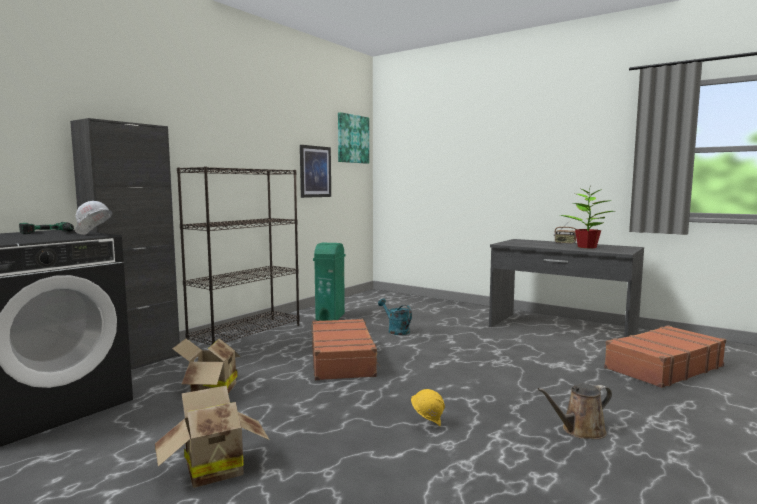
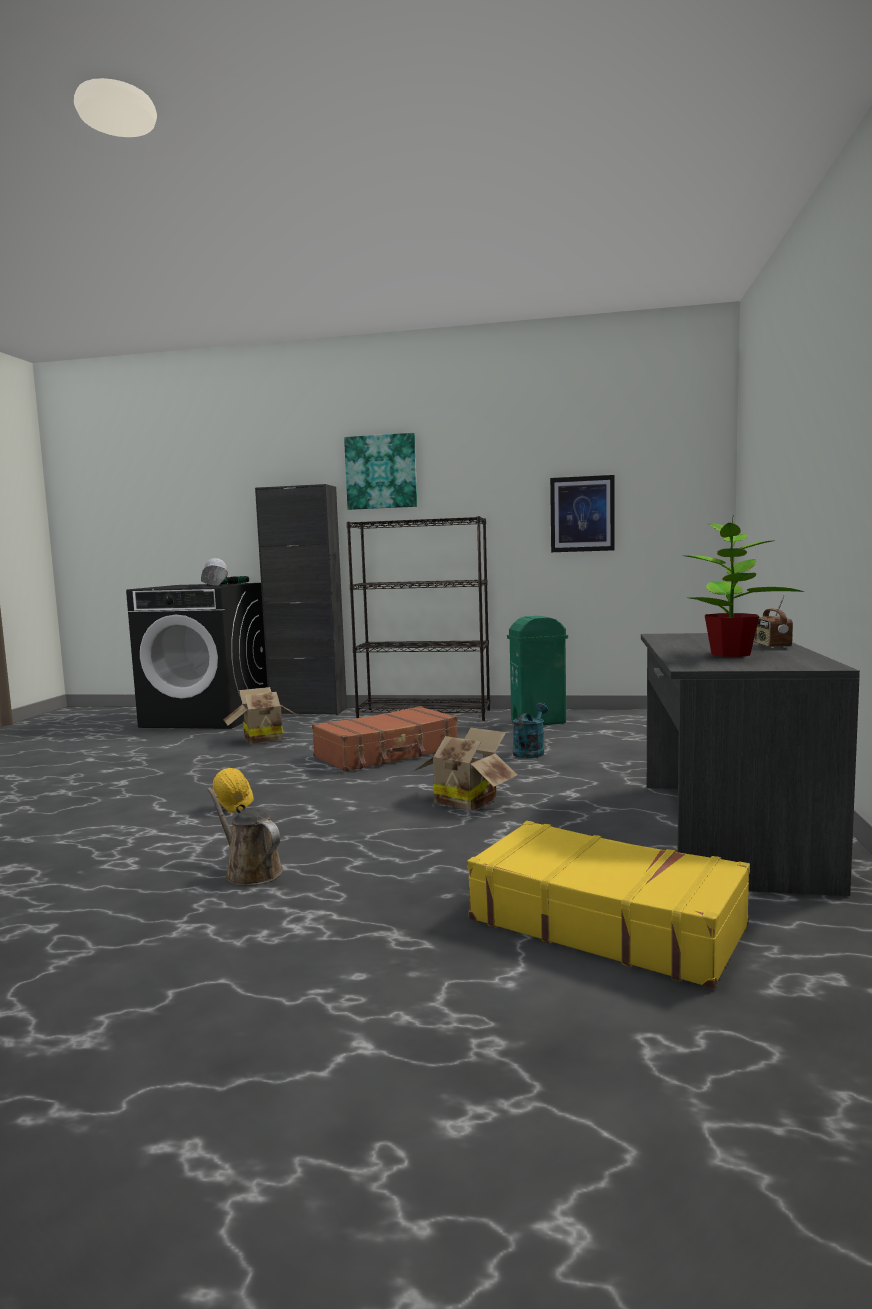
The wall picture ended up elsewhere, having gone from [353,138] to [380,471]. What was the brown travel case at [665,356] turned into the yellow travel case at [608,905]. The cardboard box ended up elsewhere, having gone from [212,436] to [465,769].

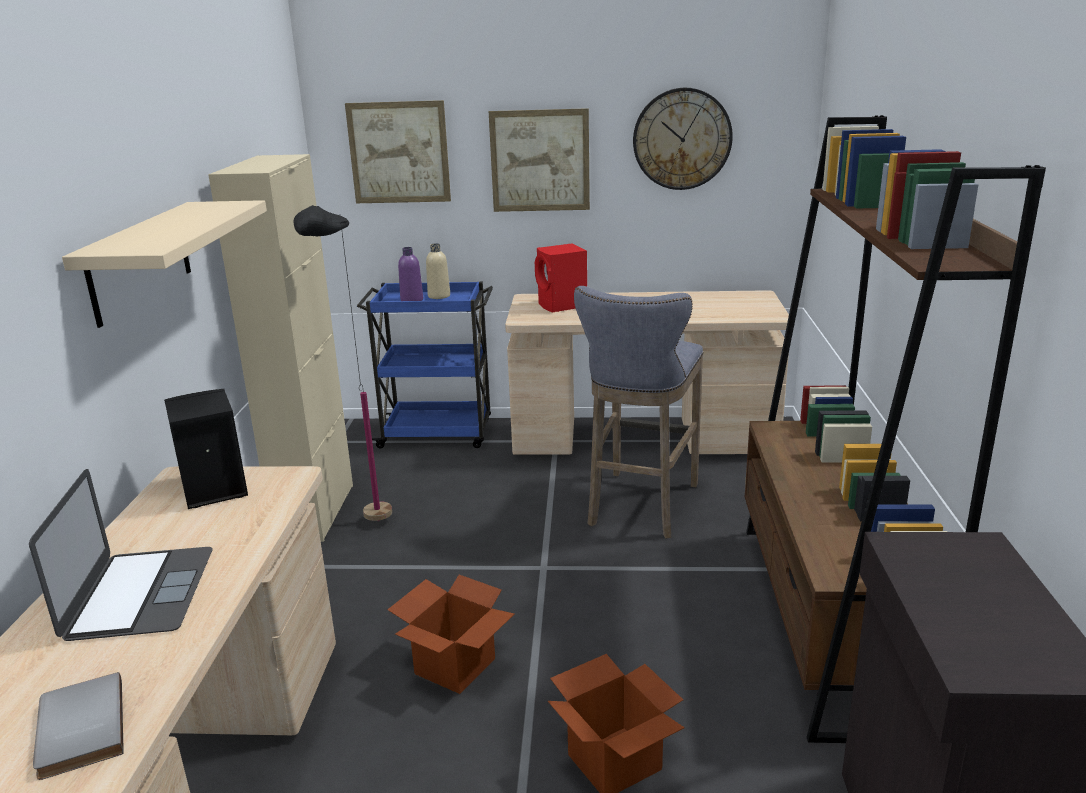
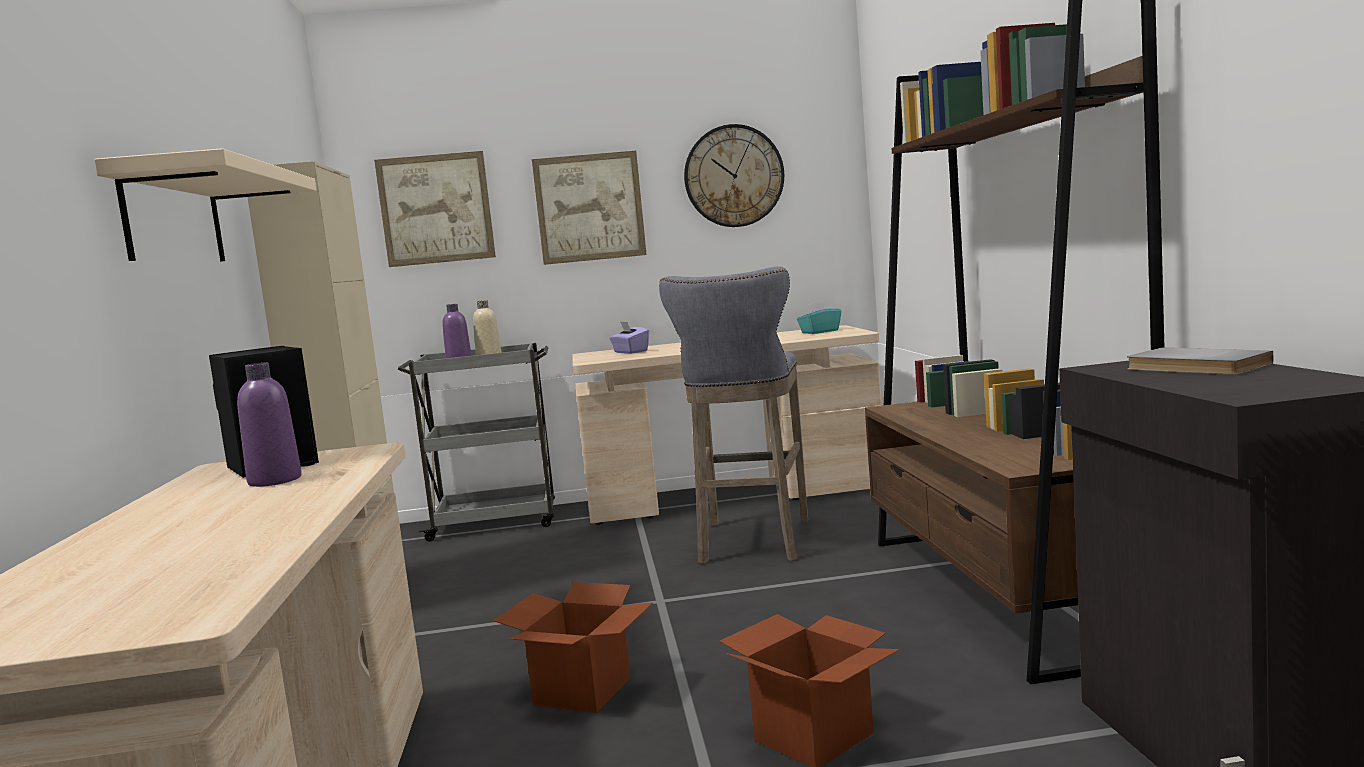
The second view lost the black standard lamp at [342,363]. Where the red speaker stood at [561,278], the purple tissue holder came to stand at [629,337]. What was the blue cart at [425,365] turned into the greyish cart at [476,442]. The second view lost the portable computer at [121,555]. The greyish book ended up elsewhere, having gone from [78,726] to [1200,361]. The second view gained the turquoise tissue holder at [819,317]. The second view gained the purple bottle at [269,424].

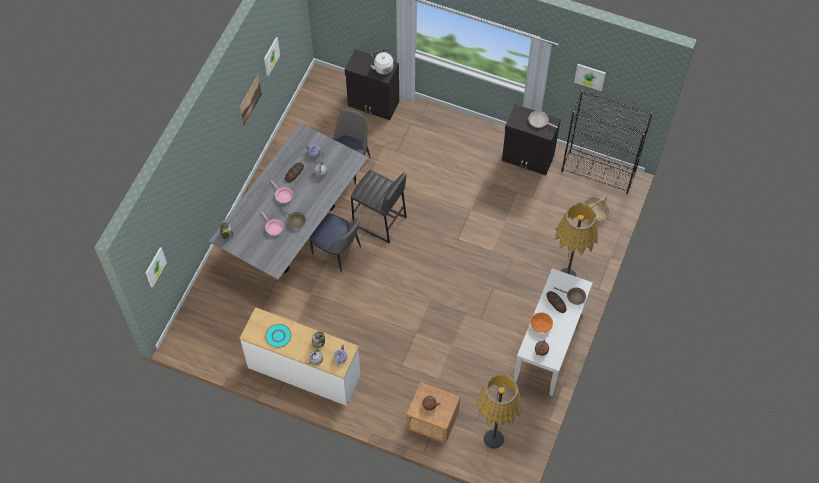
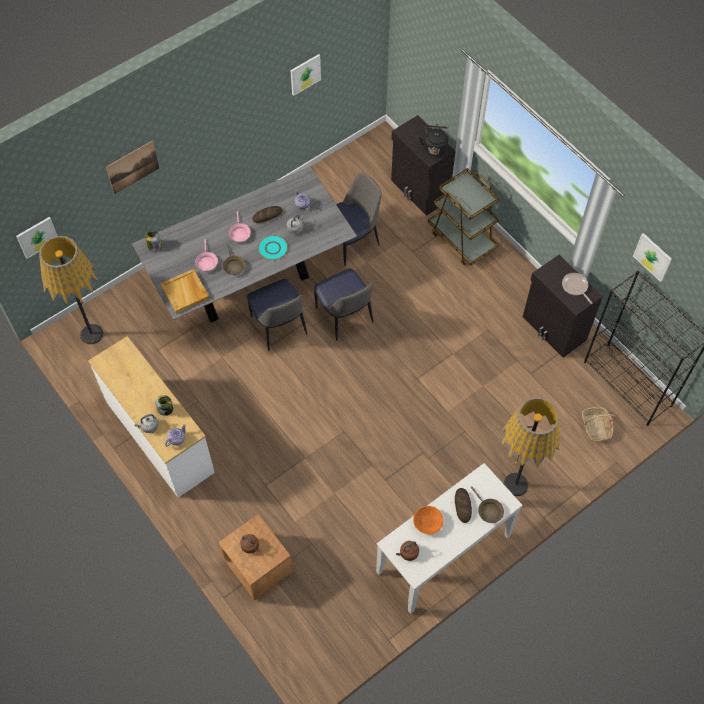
What was the white tea kettle at [382,61] turned into the black tea kettle at [434,140]. The wall picture ended up elsewhere, having gone from [251,100] to [132,167]. Where the greyish stool seat stood at [379,206], the upright chair came to stand at [343,304]. The turquoise plate ended up elsewhere, having gone from [278,336] to [273,247]. The standard lamp ended up elsewhere, having gone from [499,411] to [71,290]. The second view gained the brown cart at [463,216]. The second view gained the sand-coloured carrying tray at [185,291].

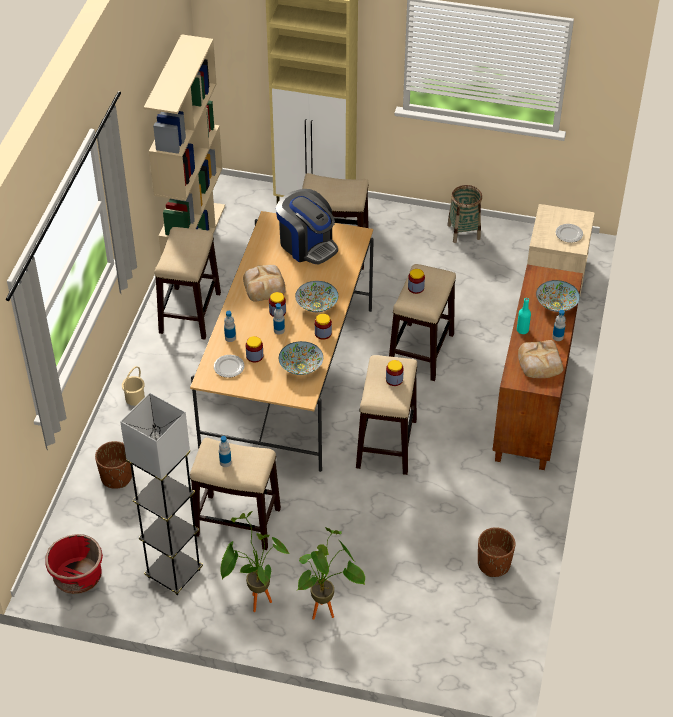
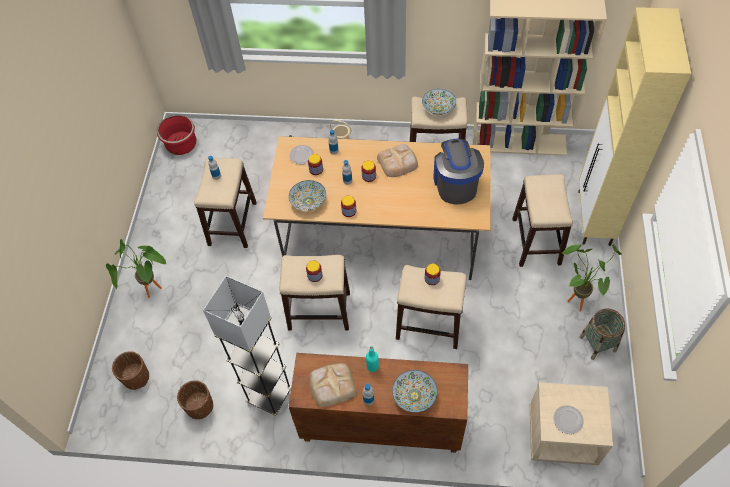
The coffee machine at [307,227] ended up facing another way, 135 degrees clockwise from before. The deep dish ended up elsewhere, having gone from [316,296] to [439,102]. The greyish standard lamp ended up elsewhere, having gone from [161,494] to [247,346]. The brown planter ended up elsewhere, having gone from [113,465] to [130,370]. The plant in a pot ended up elsewhere, having gone from [255,561] to [591,277].

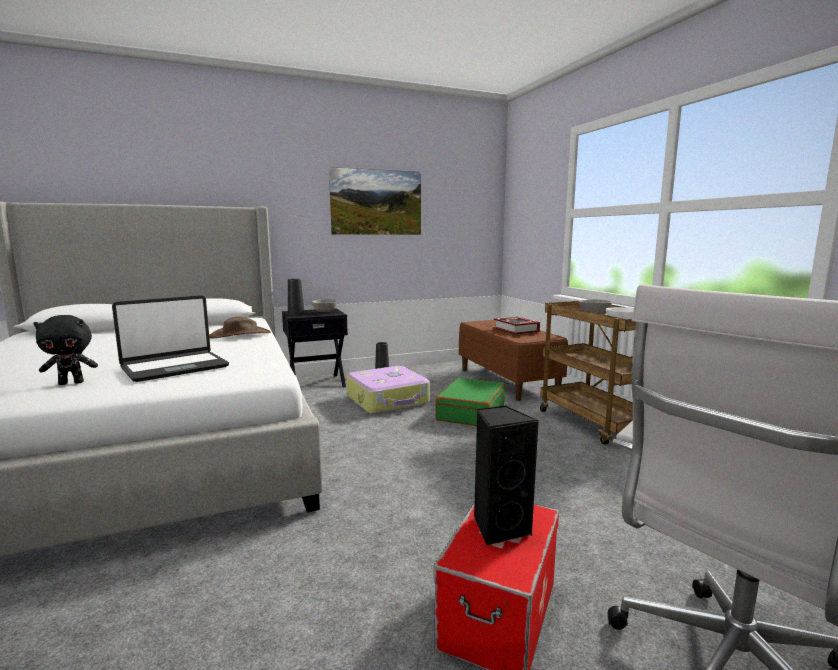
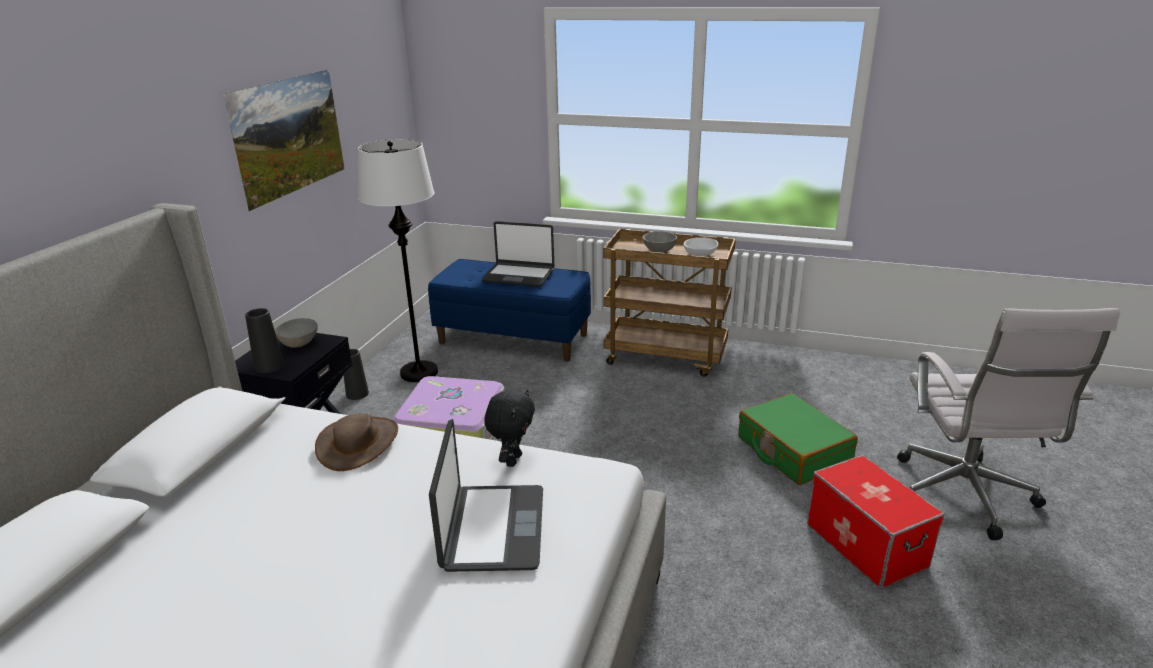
The black soft toy ended up elsewhere, having gone from [65,350] to [509,428]. Where the book stood at [516,326], the portable computer came to stand at [518,254]. What was the brown long seat at [513,360] turned into the blue long seat at [509,310]. The greenish travel case ended up elsewhere, having gone from [470,402] to [798,439]. The second view lost the black speaker at [506,475]. The second view gained the white standard lamp at [398,260].

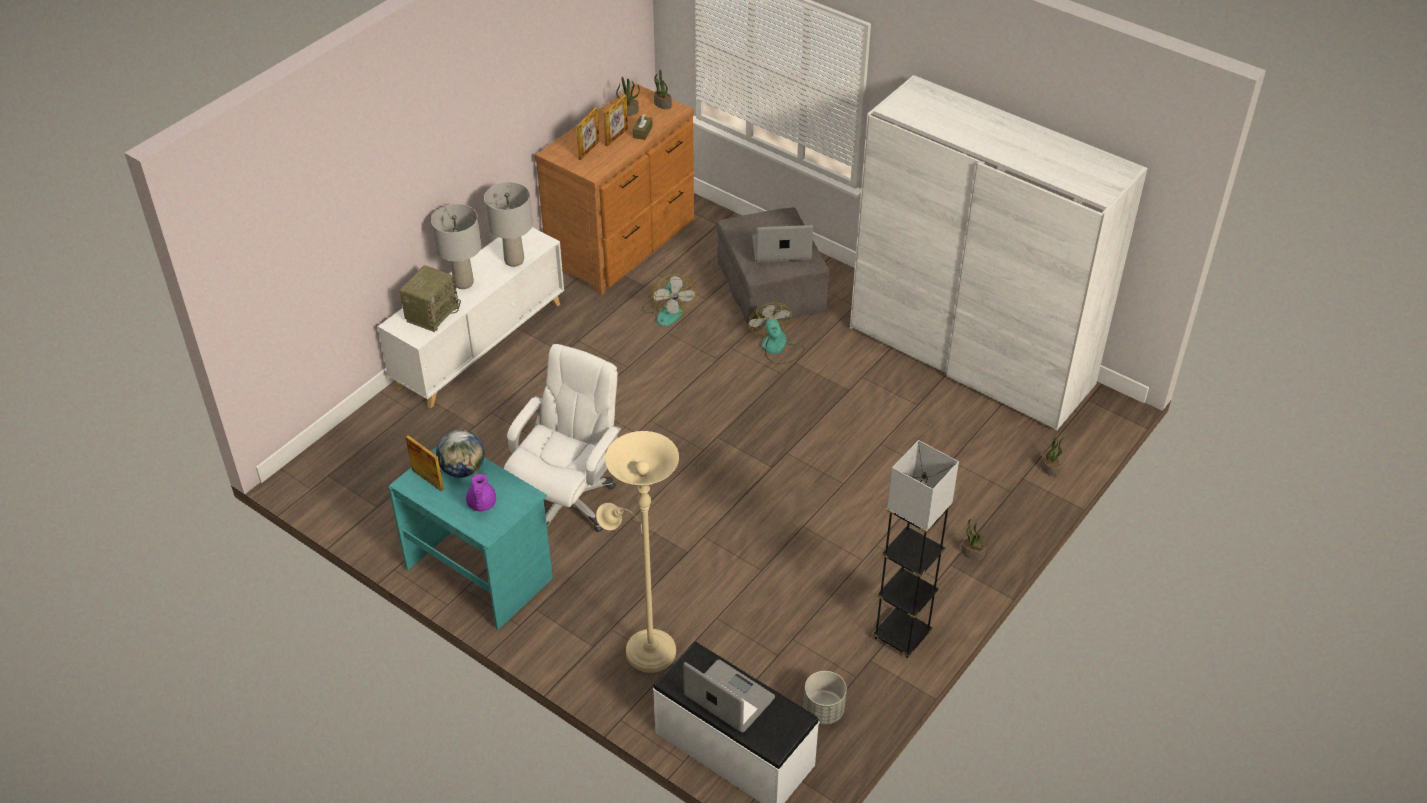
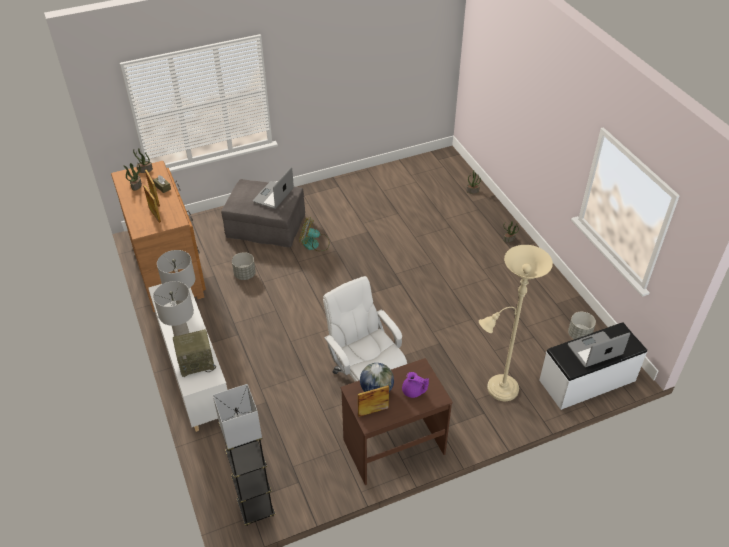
The second view lost the white wardrobe at [999,253]. The radio set at [430,298] ended up facing another way, 105 degrees clockwise from before. Where the electric fan stood at [669,300], the greyish planter came to stand at [244,266]. The greyish standard lamp ended up elsewhere, having gone from [915,549] to [244,455]. What was the turquoise desk unit at [470,538] turned into the brown desk unit at [396,421].

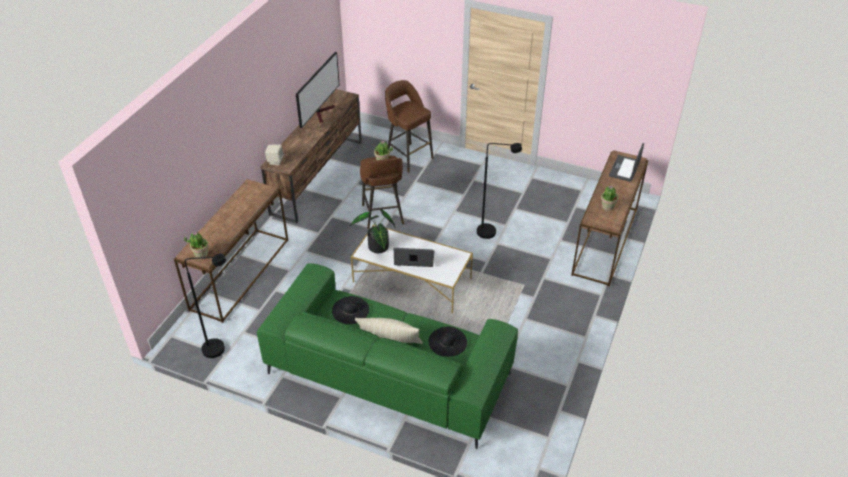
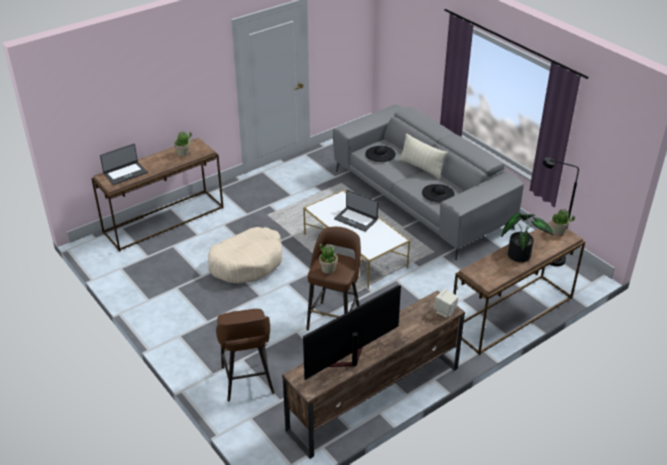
Where the black standard lamp stood at [499,191], the sand-coloured pet bed came to stand at [245,255]. The plant in a pot ended up elsewhere, having gone from [372,231] to [527,237]. What was the greenish couch at [387,356] turned into the greyish couch at [428,182].

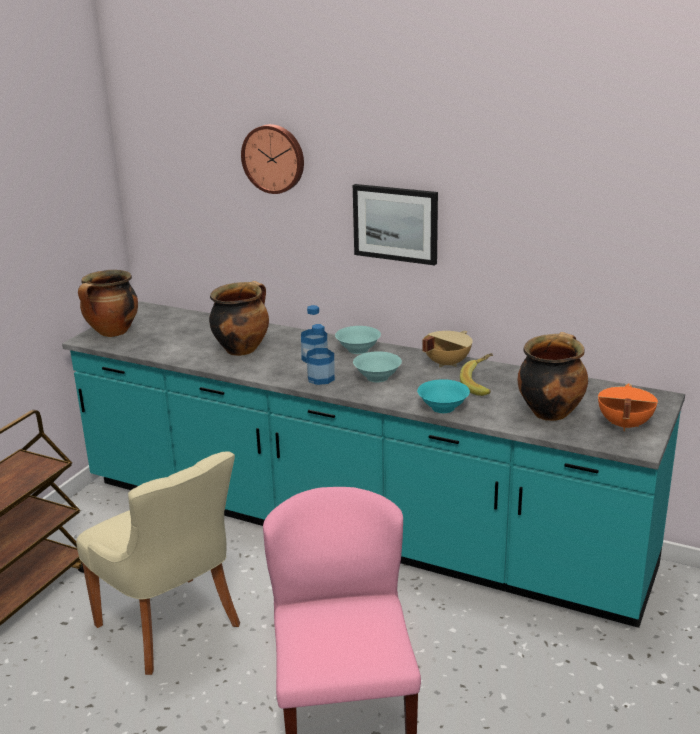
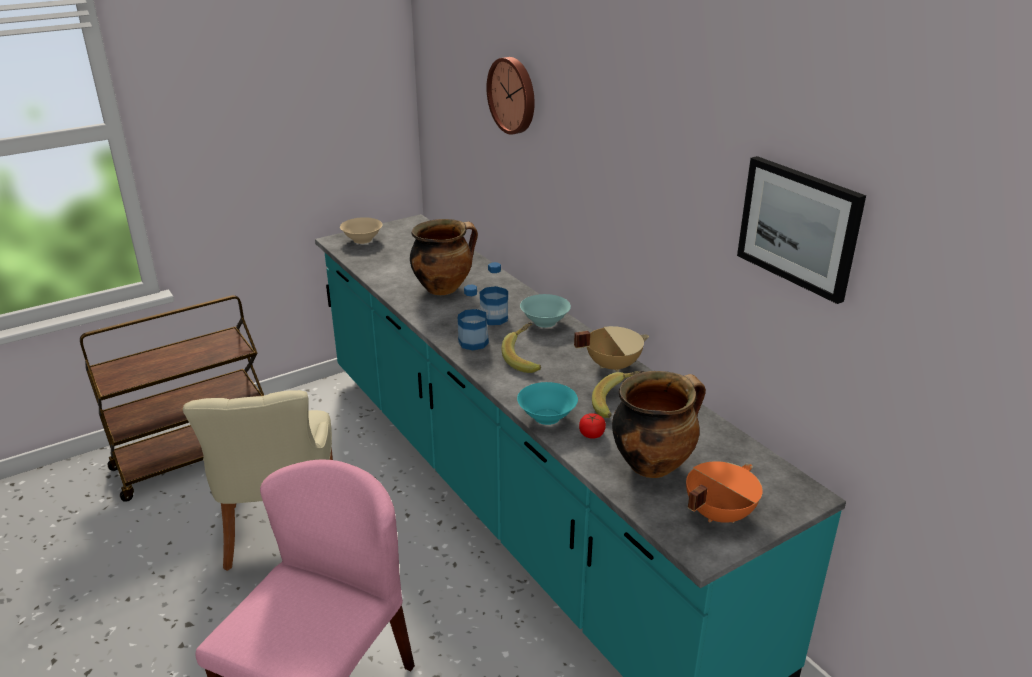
The wall picture ended up elsewhere, having gone from [395,224] to [801,230]. Where the cooking pot stood at [108,303], the sand-coloured deep dish came to stand at [361,230]. Where the turquoise deep dish stood at [377,366], the banana came to stand at [521,347]. The second view gained the fresh tomato at [592,426].

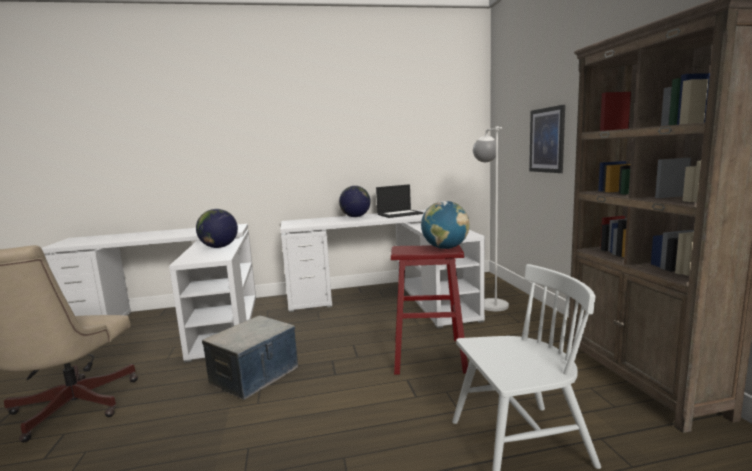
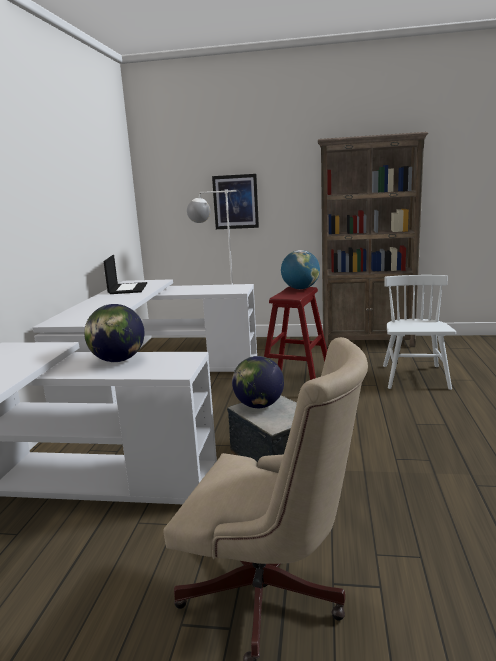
The desk globe ended up elsewhere, having gone from [355,201] to [258,382].

